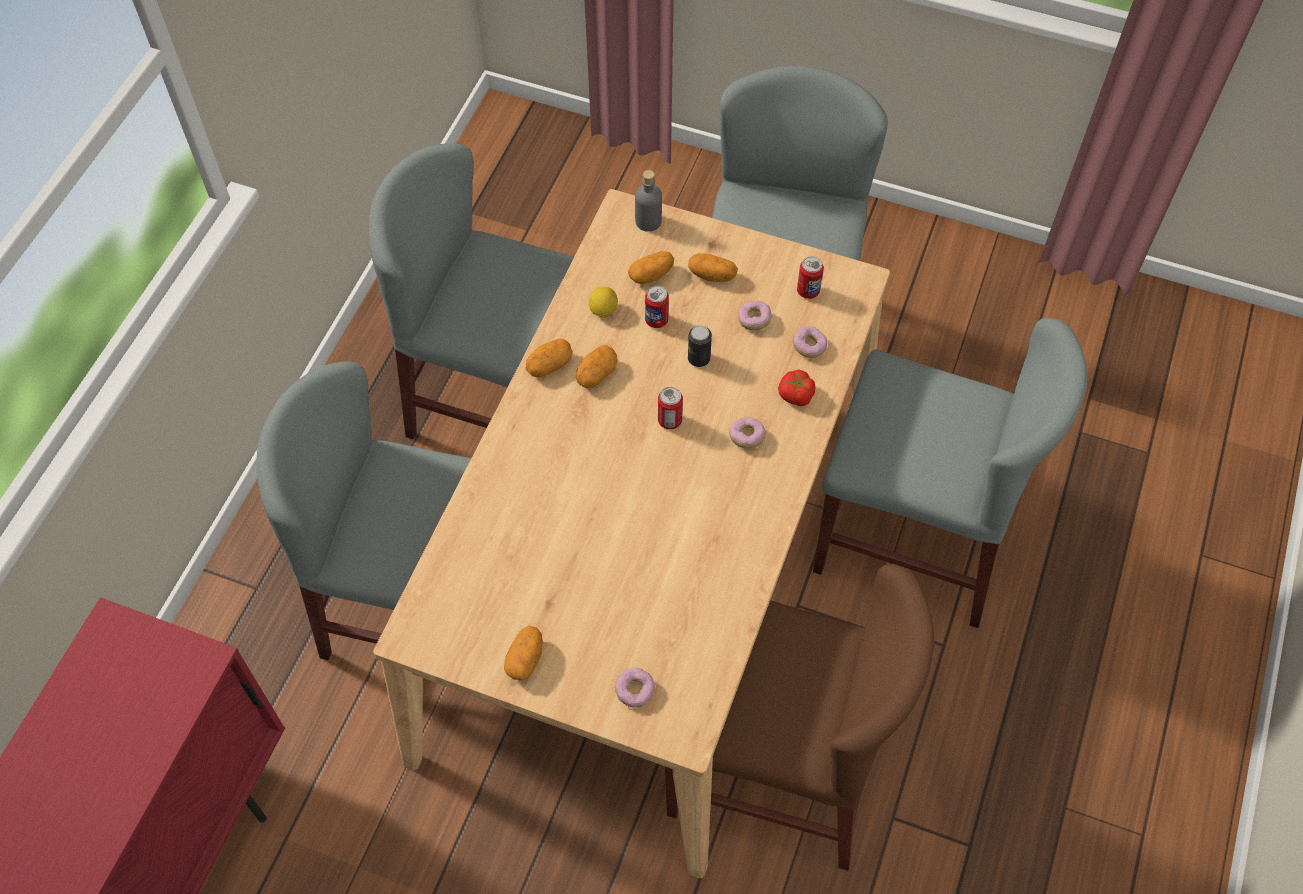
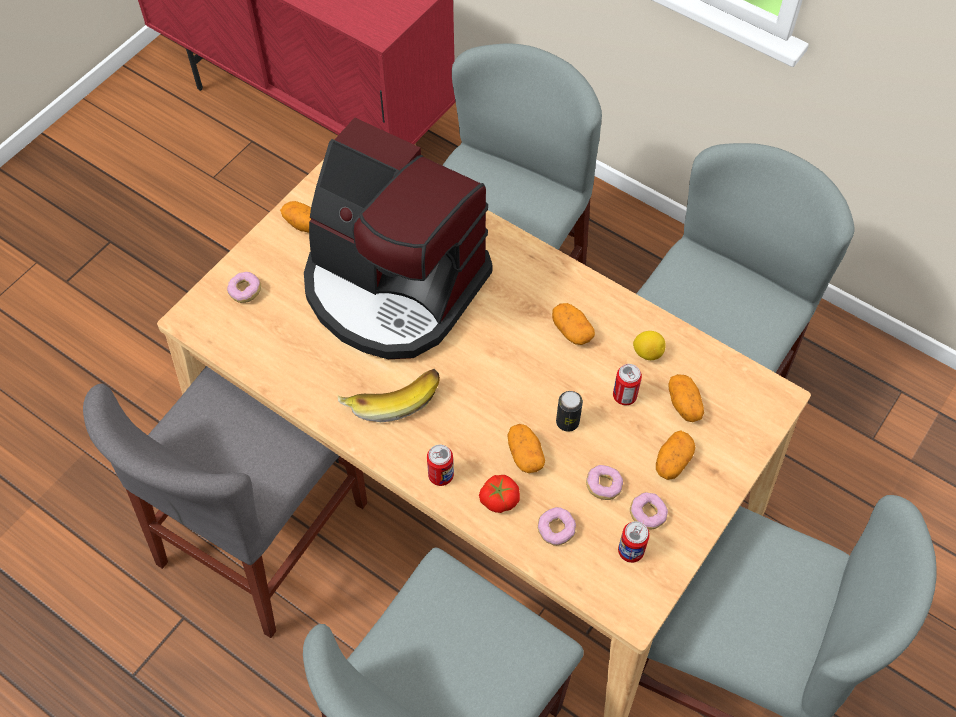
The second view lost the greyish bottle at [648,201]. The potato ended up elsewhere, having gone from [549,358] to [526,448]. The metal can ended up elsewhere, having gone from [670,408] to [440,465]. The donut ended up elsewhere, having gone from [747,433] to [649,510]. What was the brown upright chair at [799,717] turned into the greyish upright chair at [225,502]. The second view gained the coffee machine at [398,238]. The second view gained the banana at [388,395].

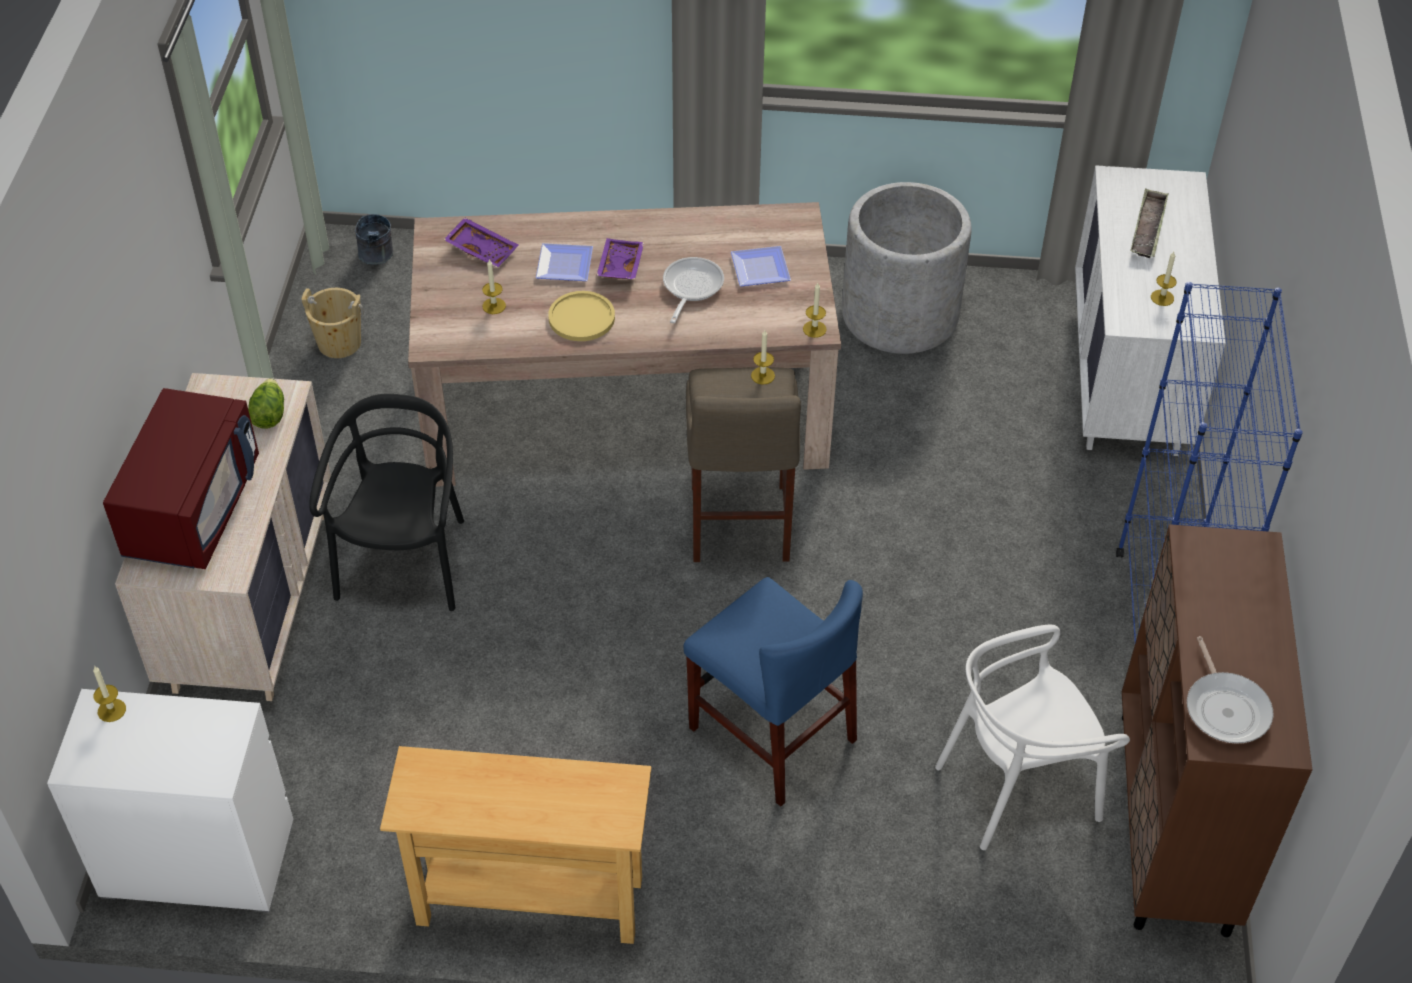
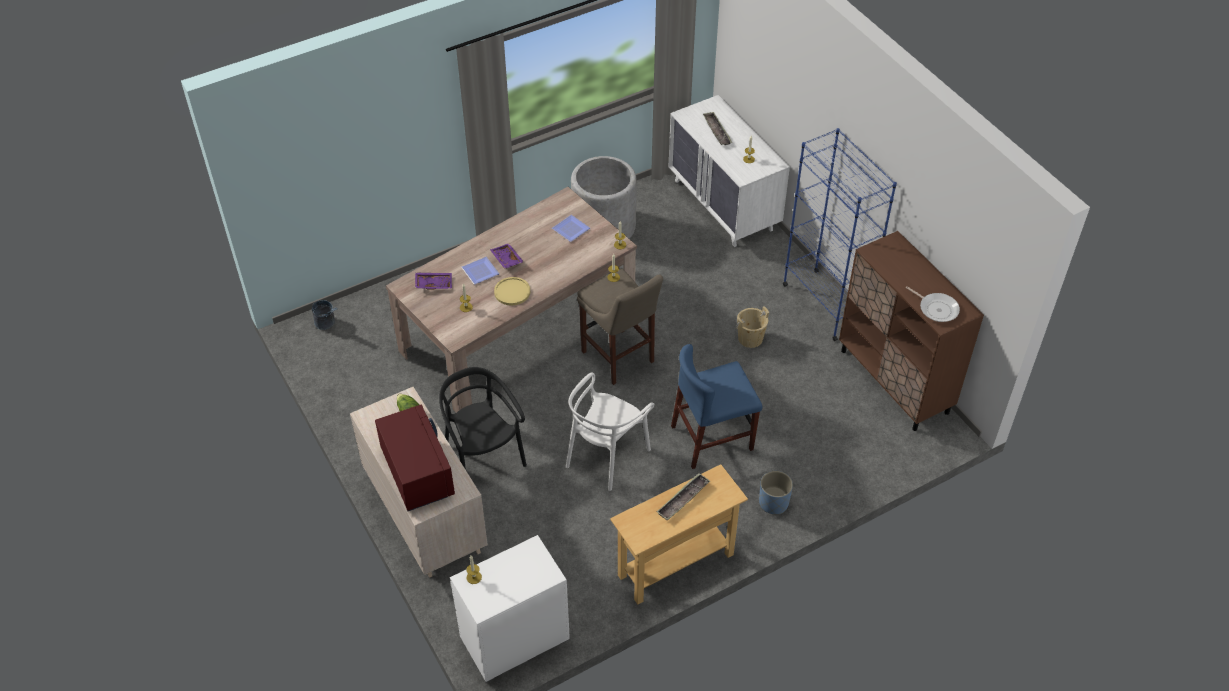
The second view lost the pan at [693,290]. The sand-coloured bucket ended up elsewhere, having gone from [333,323] to [752,327]. The blue upright chair at [773,692] ended up facing another way, 150 degrees clockwise from before. The white upright chair ended up elsewhere, having gone from [1032,737] to [610,431]. The second view gained the blue planter at [776,492]. The second view gained the carrying tray at [683,496].

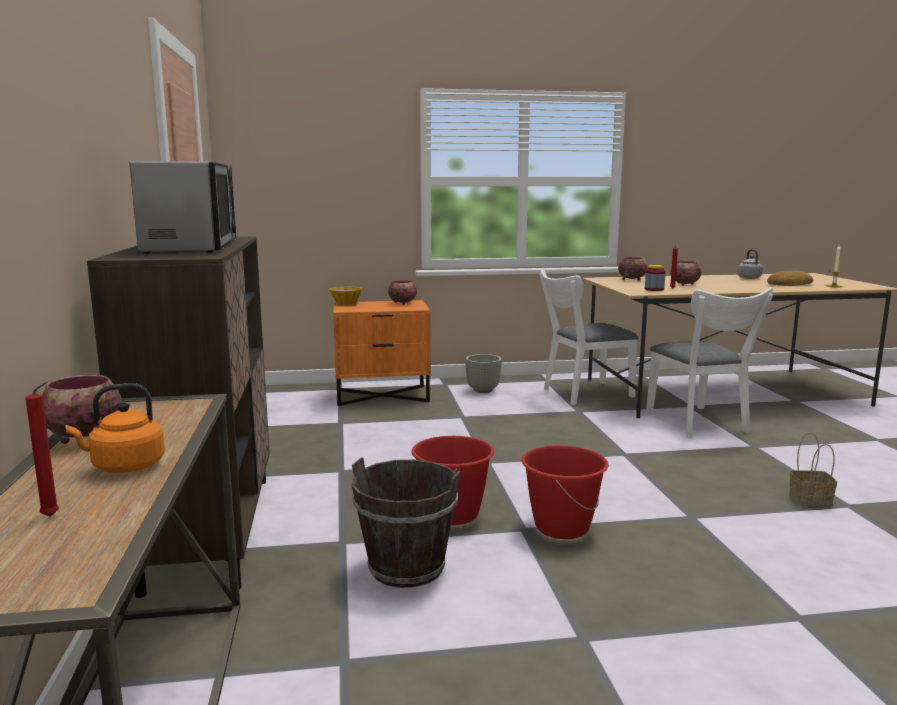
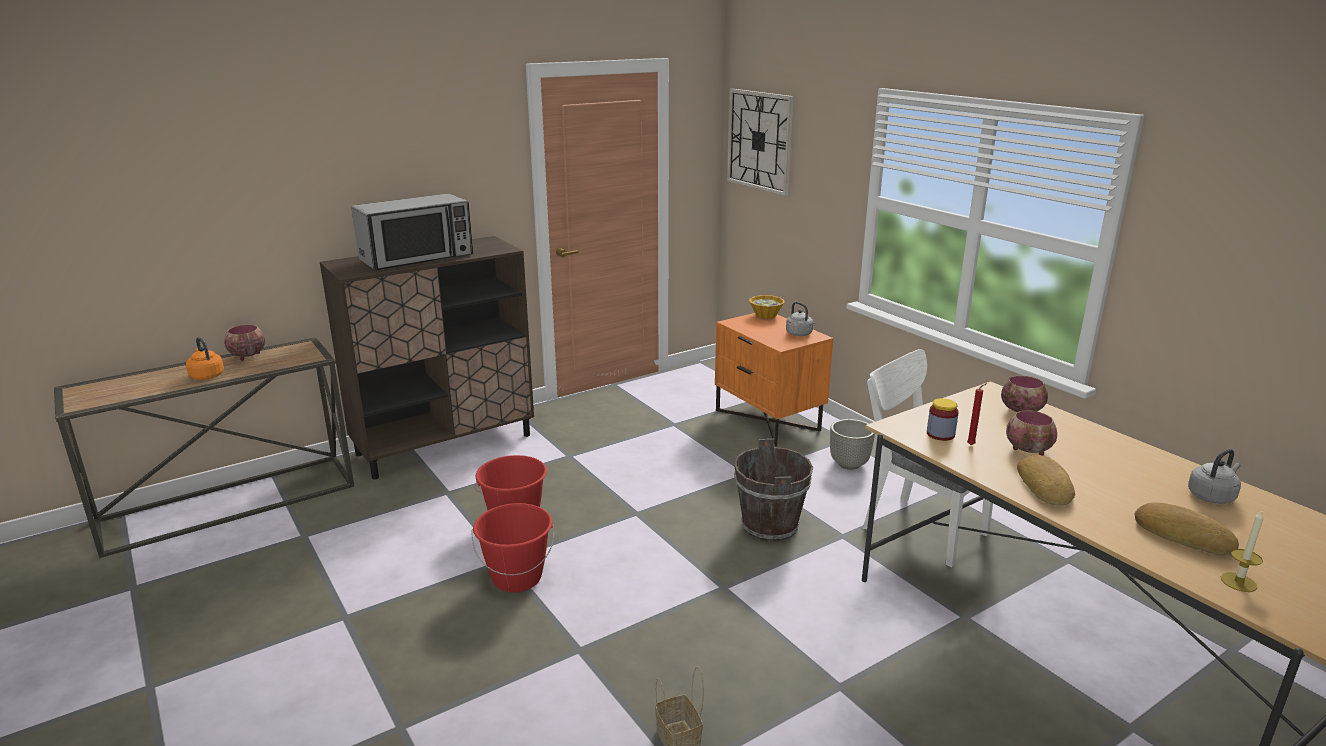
Where the deep dish stood at [402,292], the greyish tea kettle came to stand at [800,319]. The second view lost the white upright chair at [709,362]. The second view lost the red wax light at [42,449]. The brown bucket ended up elsewhere, having gone from [406,523] to [773,490]. The second view gained the clock on the wall at [760,142]. The second view gained the baked bread at [1046,480].

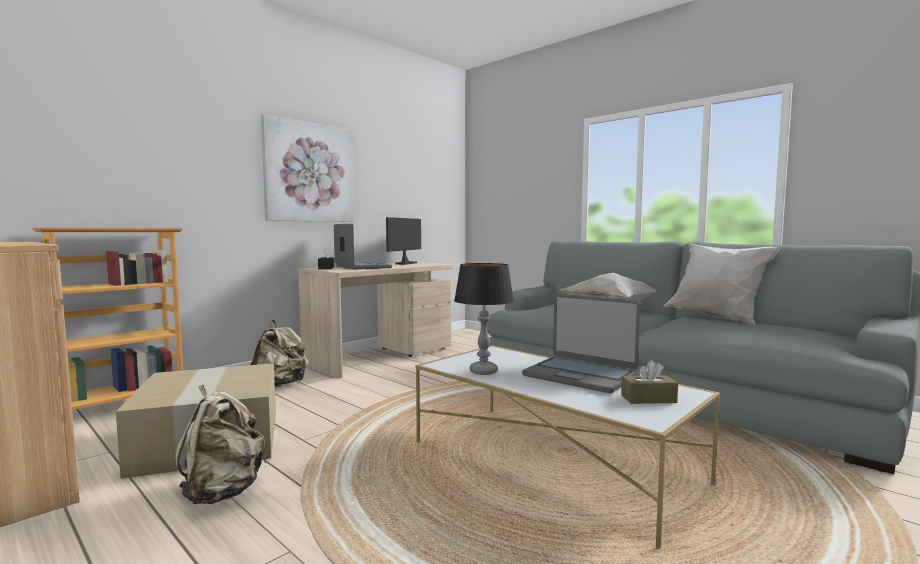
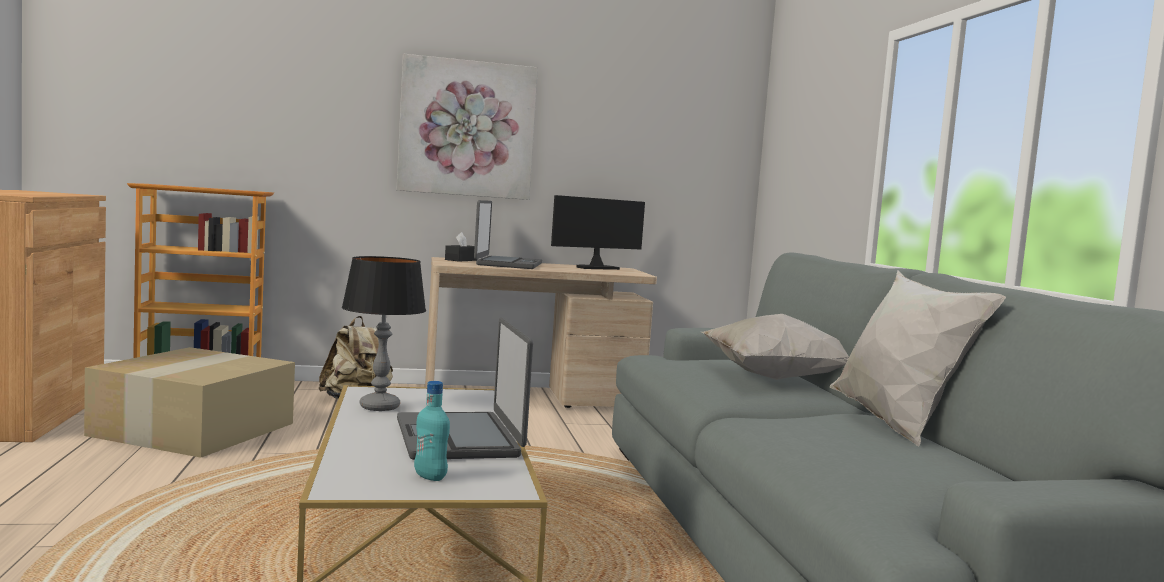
Where the brown tissue holder stood at [649,382], the turquoise bottle came to stand at [432,431]. The second view lost the sand-coloured backpack at [221,444].

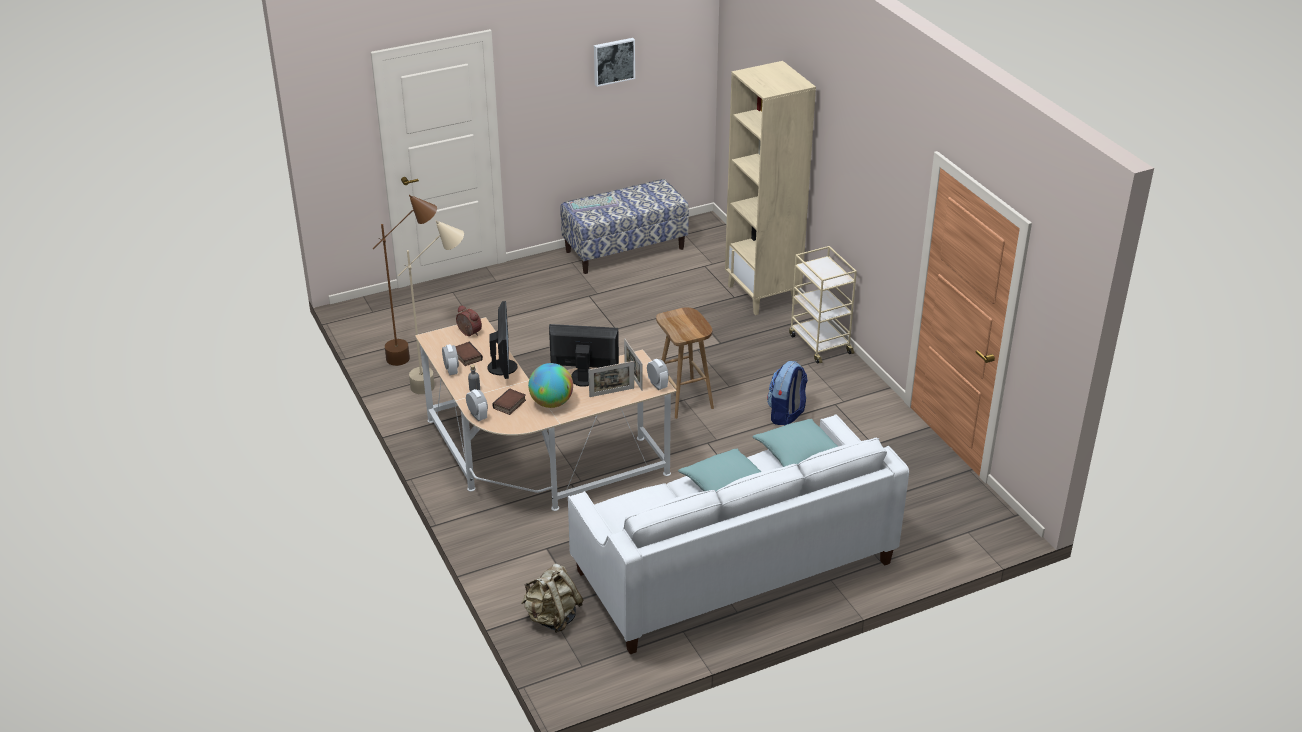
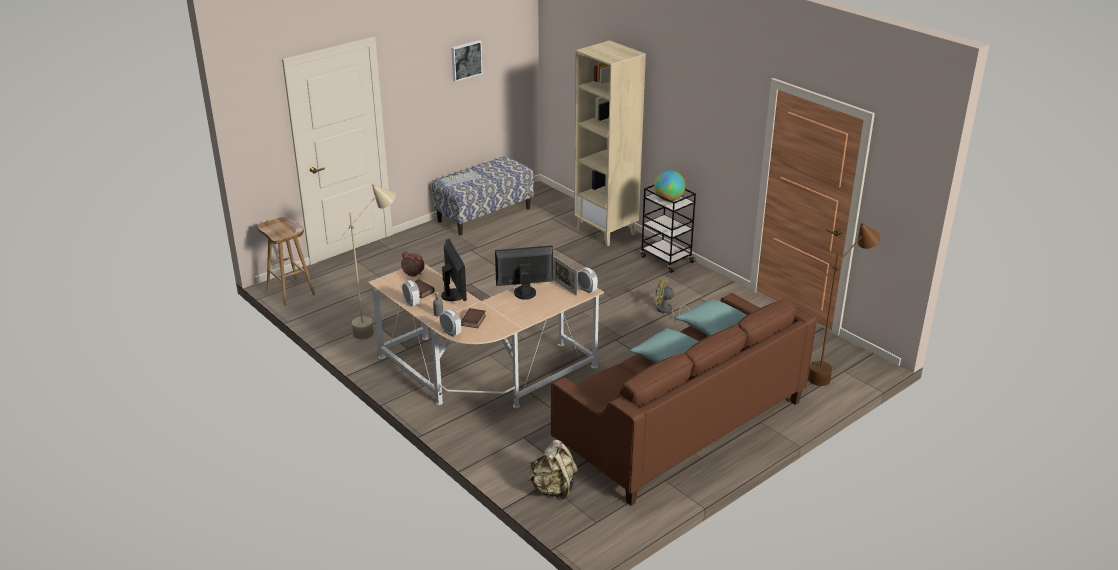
The brown standard lamp ended up elsewhere, having gone from [405,280] to [844,304]. What was the sand-coloured cart at [823,305] turned into the black cart at [668,229]. The brown stool seat ended up elsewhere, having gone from [685,363] to [286,261]. The second view lost the photo frame at [611,379]. Where the backpack stood at [787,393], the yellow electric fan came to stand at [672,298]. The desk globe ended up elsewhere, having gone from [550,385] to [669,185]. What was the white couch at [738,534] turned into the brown couch at [684,399].

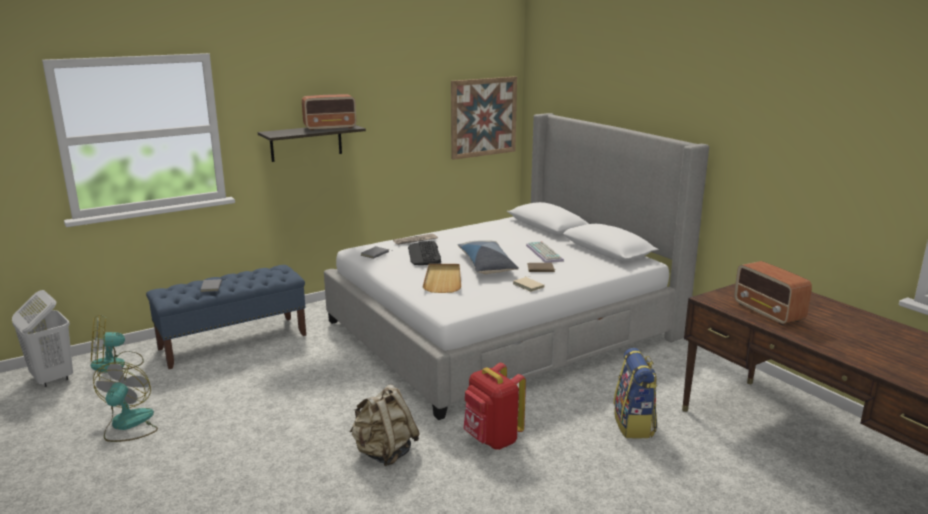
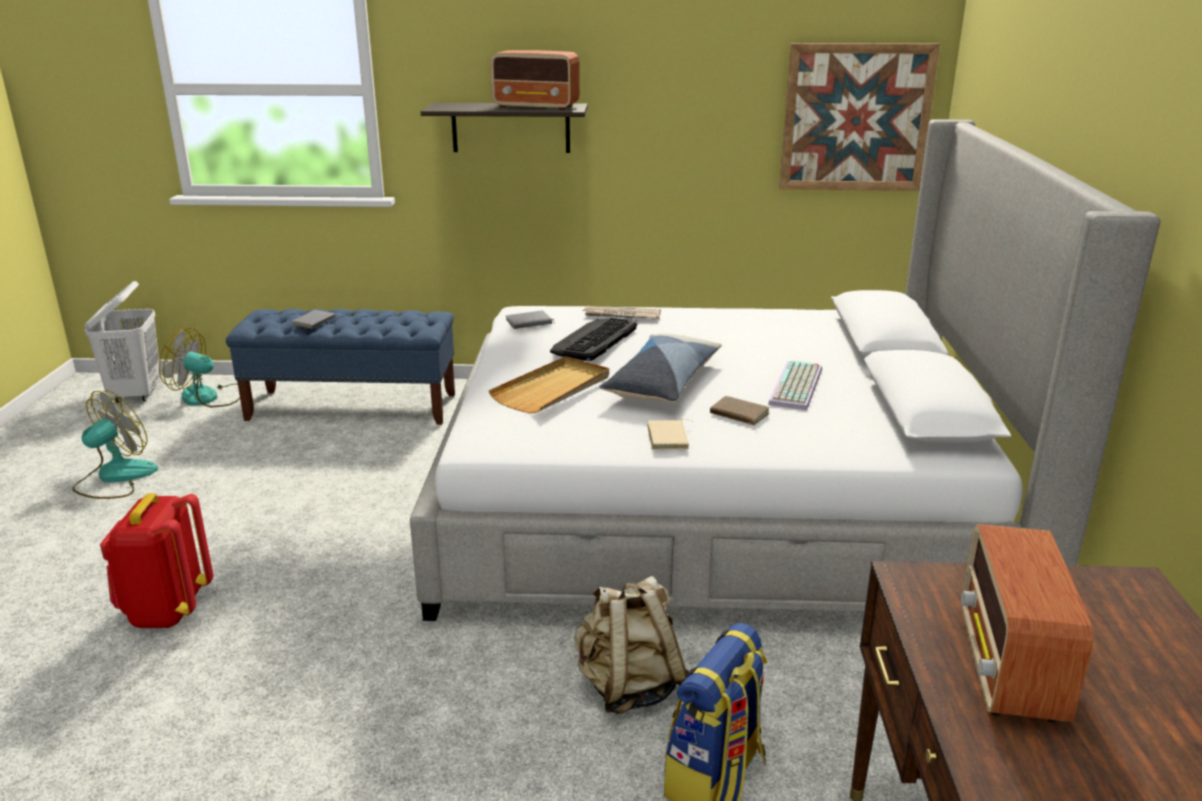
The red backpack ended up elsewhere, having gone from [494,406] to [156,560]. The sand-coloured backpack ended up elsewhere, having gone from [384,425] to [631,645].

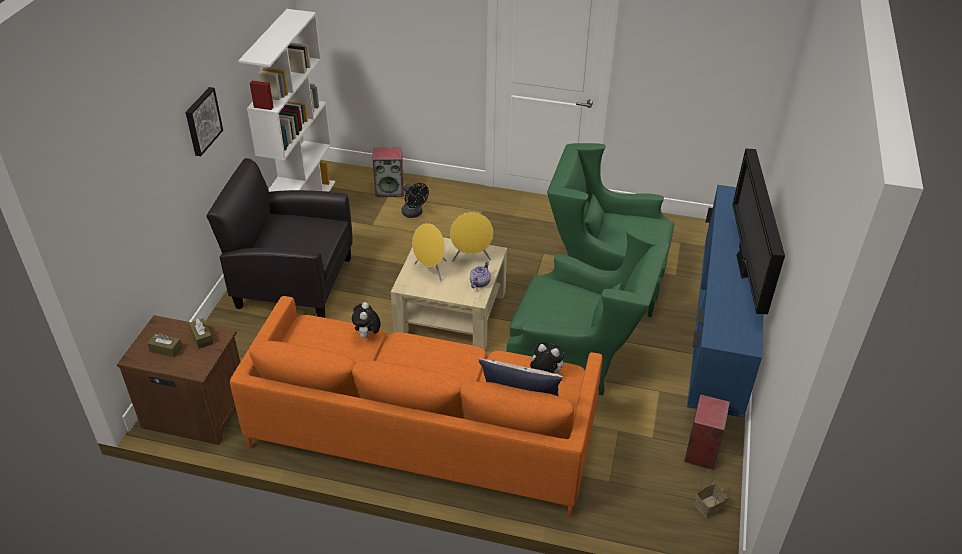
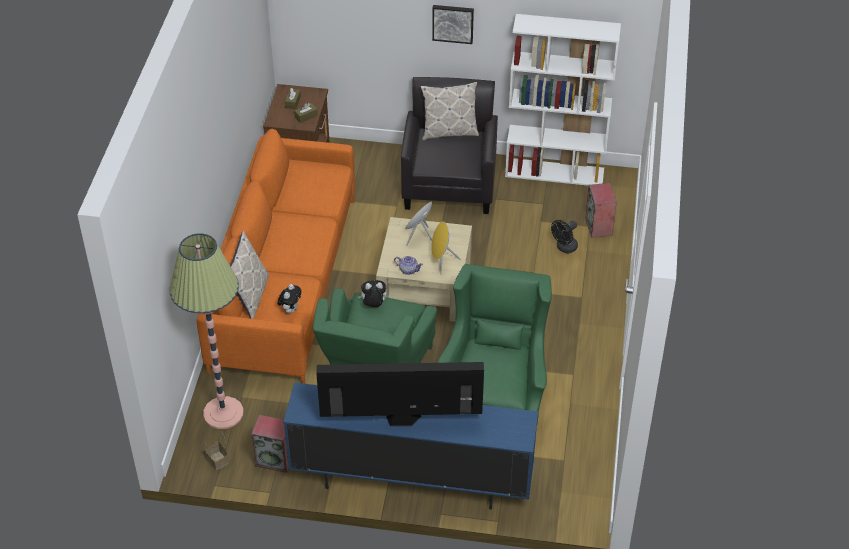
The soft toy ended up elsewhere, having gone from [366,320] to [373,293]. The second view gained the cushion at [449,111]. The second view gained the standard lamp at [206,331].

